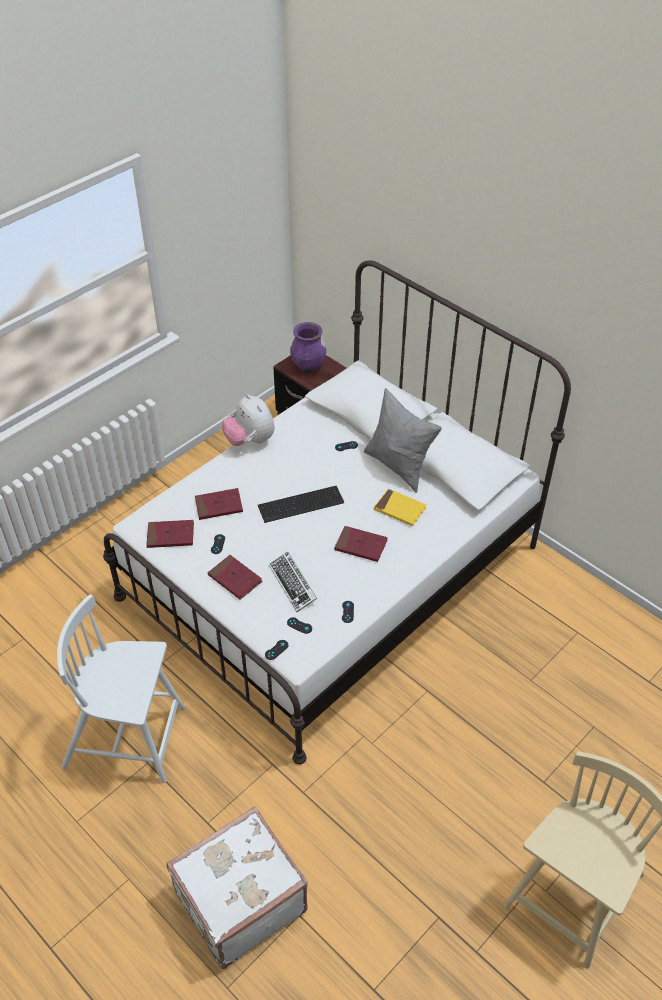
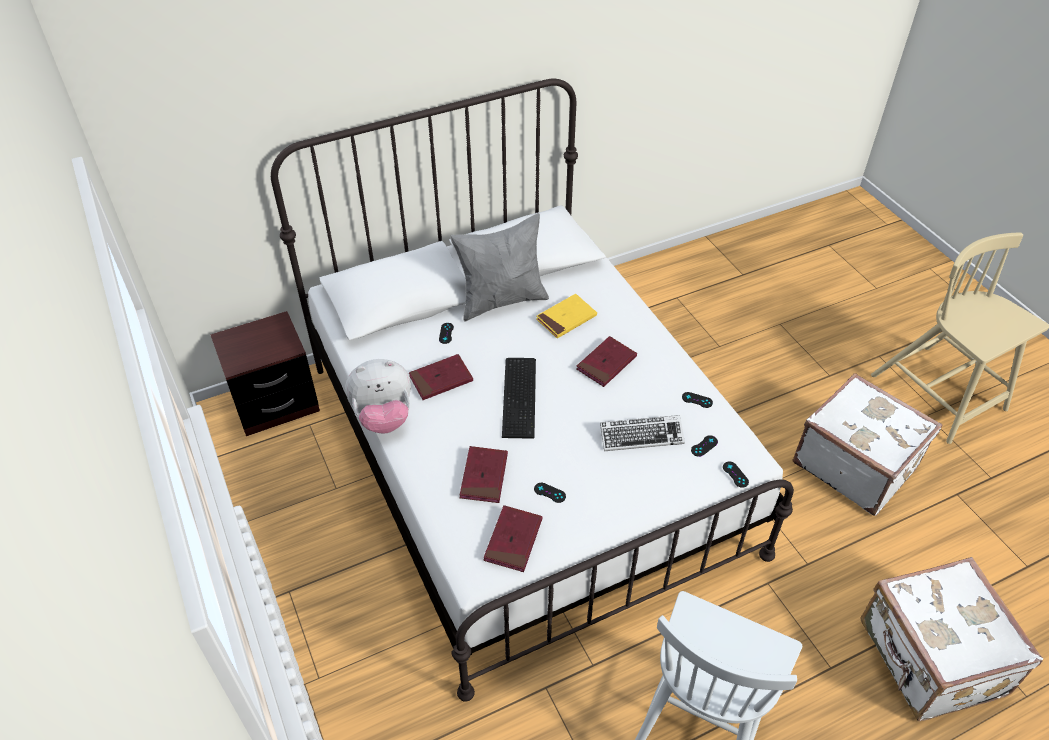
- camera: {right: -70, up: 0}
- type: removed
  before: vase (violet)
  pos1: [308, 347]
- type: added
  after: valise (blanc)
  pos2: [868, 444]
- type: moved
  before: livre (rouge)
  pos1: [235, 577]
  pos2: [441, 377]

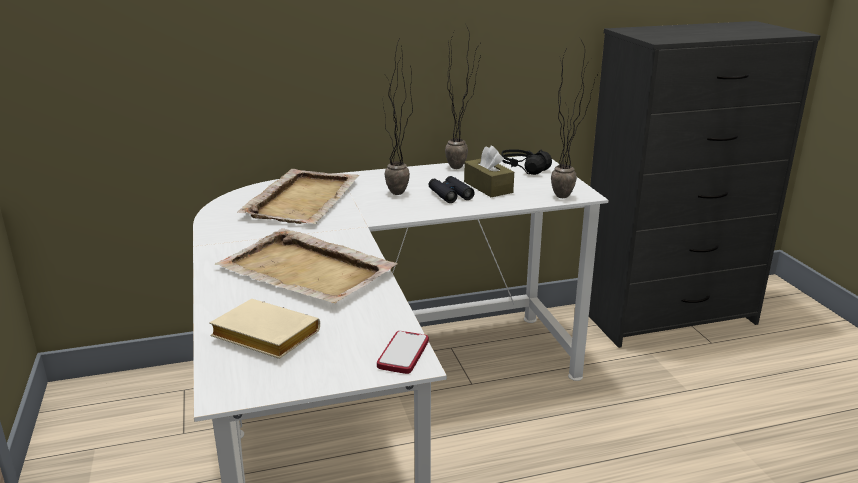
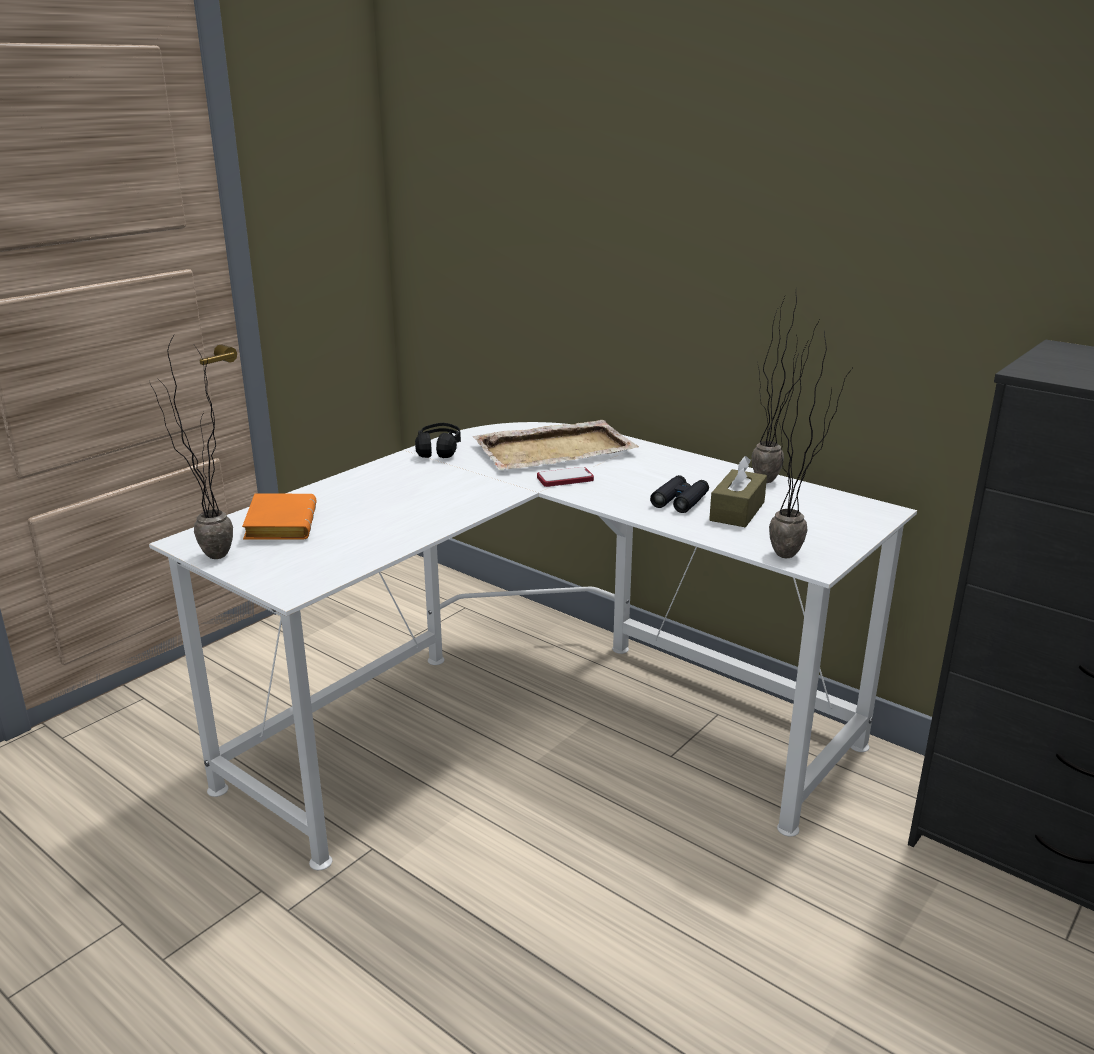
- camera: {right: 55, up: 0}
- type: removed
  before: plateau (beige)
  pos1: [306, 265]
- type: moved
  before: téléphone
  pos1: [403, 352]
  pos2: [565, 477]
- type: moved
  before: plante en pot
  pos1: [398, 119]
  pos2: [191, 446]
- type: moved
  before: casque audio (noir)
  pos1: [526, 162]
  pos2: [438, 440]
- type: recoloured
  before: livre (beige)
  after: livre (orange)
  pos1: [264, 329]
  pos2: [279, 516]

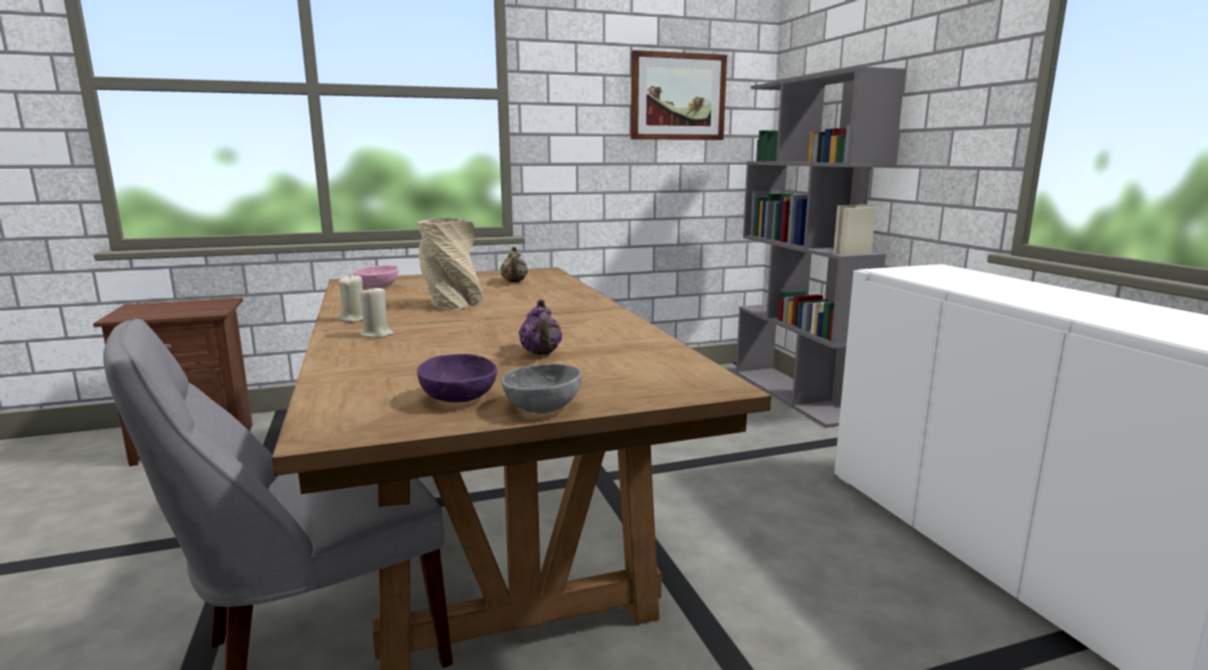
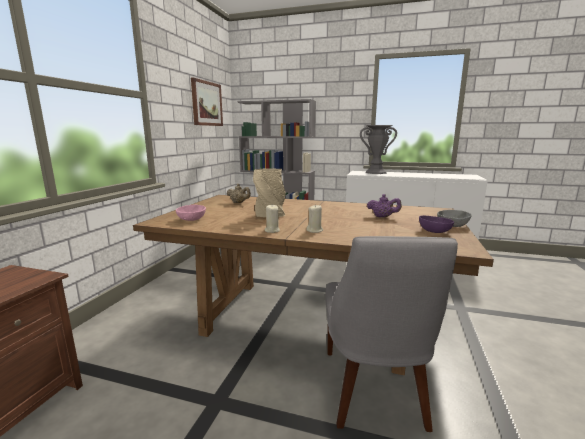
- camera: {right: -55, up: 0}
- type: added
  after: vase (gris)
  pos2: [378, 149]

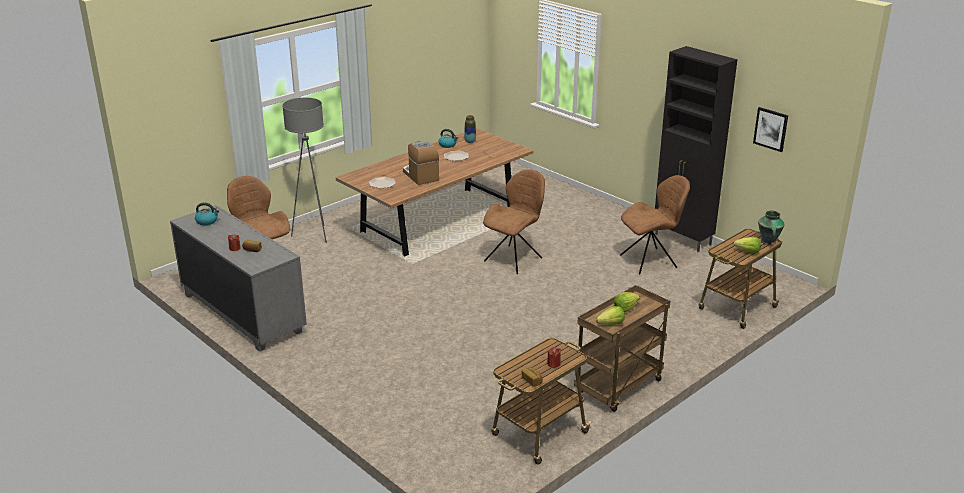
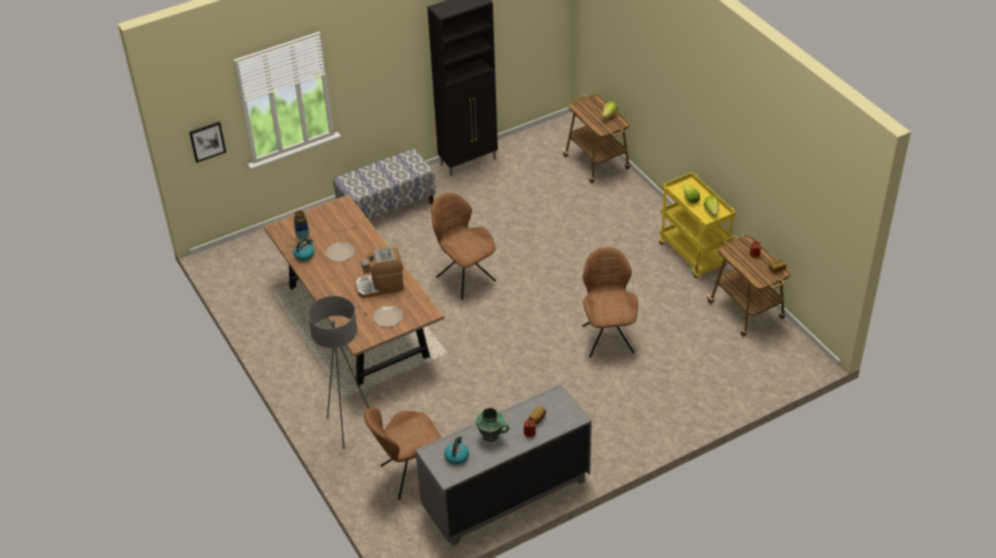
- camera: {right: -75, up: 15}
- type: added
  after: banc
  pos2: [384, 183]
- type: moved
  before: chaise (marron)
  pos1: [655, 225]
  pos2: [610, 302]
- type: moved
  before: tableau
  pos1: [770, 129]
  pos2: [207, 142]
- type: moved
  before: vase
  pos1: [771, 227]
  pos2: [492, 425]
- type: recoloured
  before: chariot (marron)
  after: chariot (jaune)
  pos1: [622, 348]
  pos2: [697, 225]

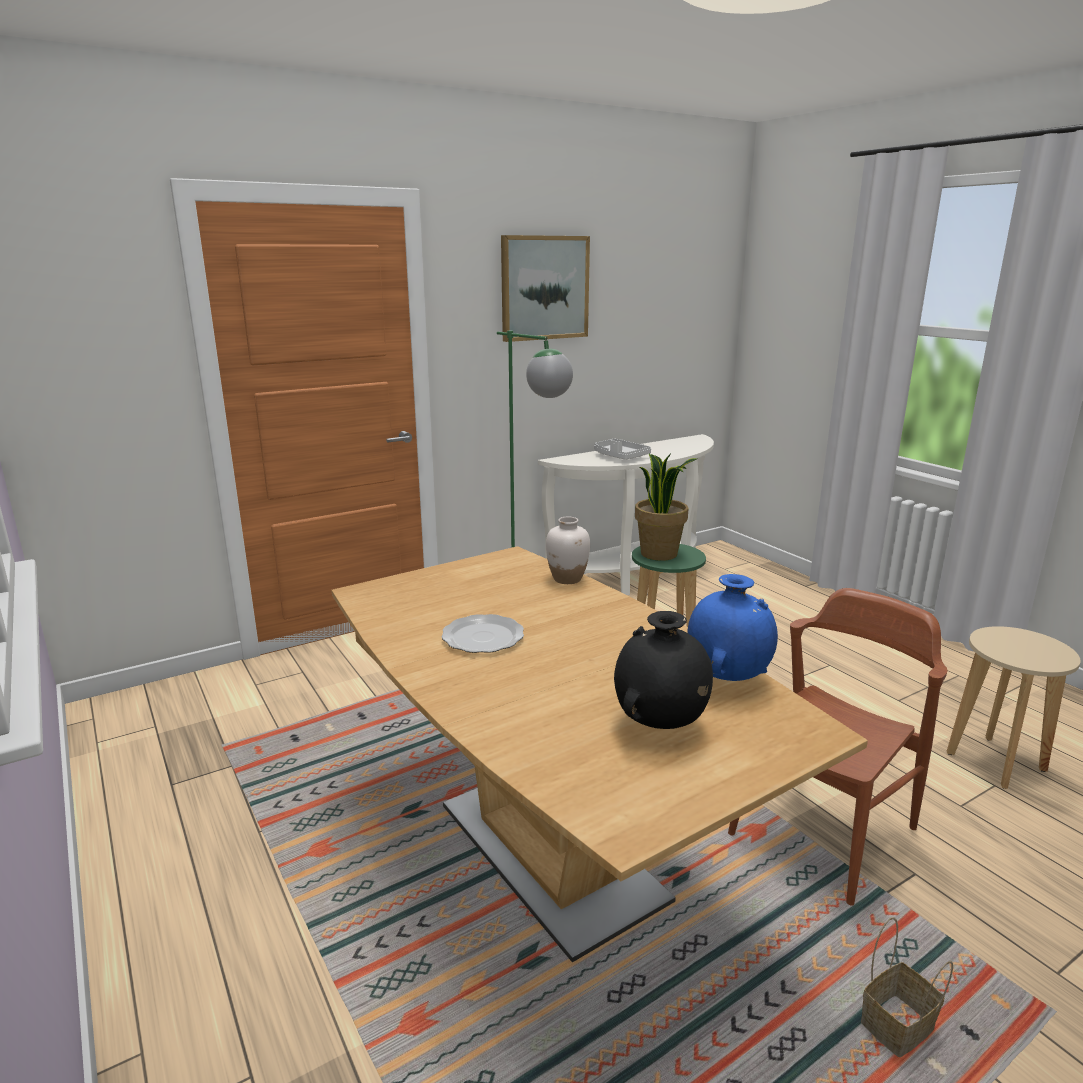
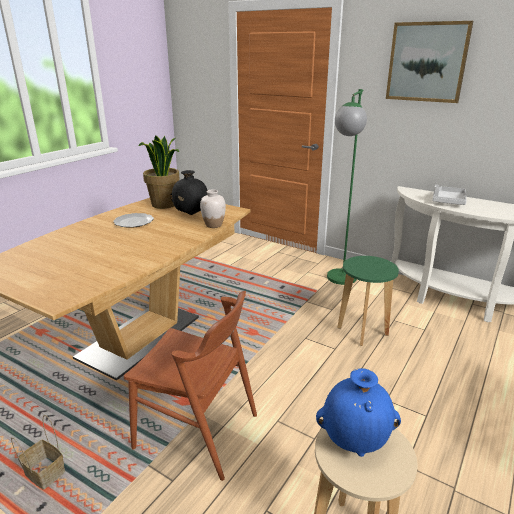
- camera: {right: 65, up: 5}
- type: moved
  before: vase (noir)
  pos1: [663, 670]
  pos2: [188, 192]
- type: moved
  before: plante en pot
  pos1: [666, 507]
  pos2: [159, 172]
- type: moved
  before: vase (bleu)
  pos1: [732, 627]
  pos2: [358, 412]

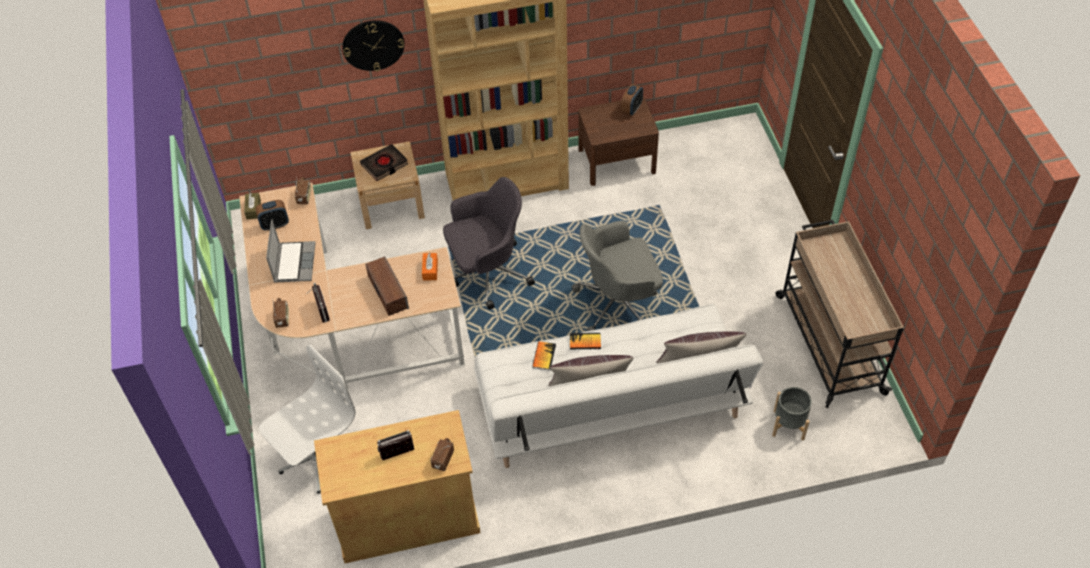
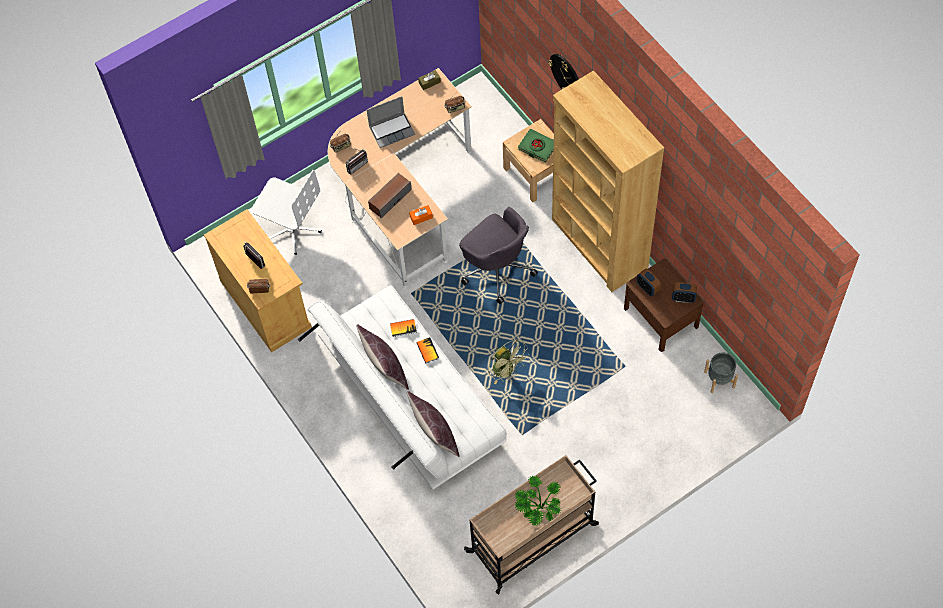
- camera: {right: 70, up: 10}
- type: added
  after: plante en pot
  pos2: [538, 500]
- type: moved
  before: réveil
  pos1: [272, 215]
  pos2: [648, 282]
- type: moved
  before: cache-pot (gris)
  pos1: [792, 413]
  pos2: [721, 372]
- type: replaced
  before: chaise de bureau (gris)
  after: ventilateur (vert)
  pos1: [617, 276]
  pos2: [509, 362]
- type: recoloured
  before: livre (noir)
  after: livre (vert)
  pos1: [384, 162]
  pos2: [536, 146]

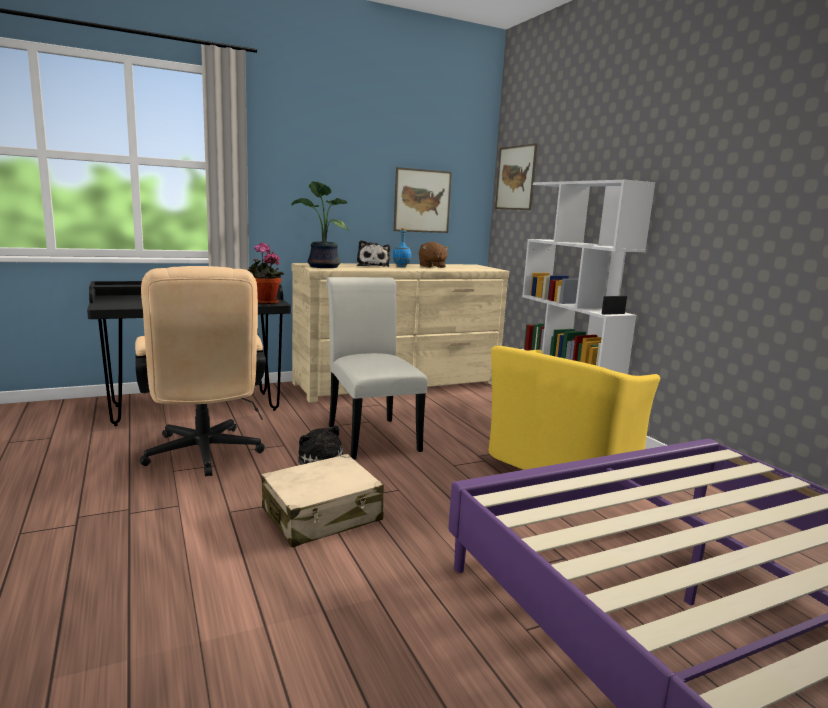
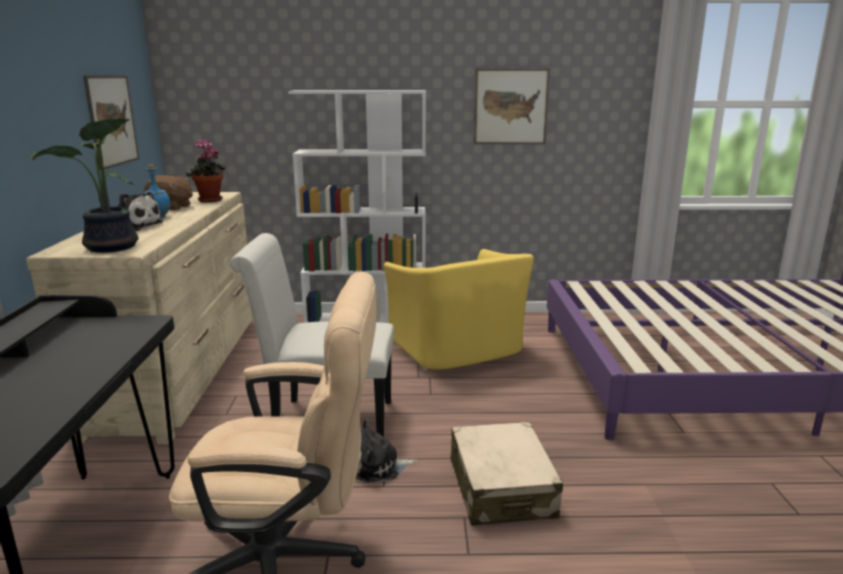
- camera: {right: -65, up: 5}
- type: moved
  before: plante en pot
  pos1: [266, 273]
  pos2: [206, 170]
- type: moved
  before: tableau
  pos1: [516, 176]
  pos2: [512, 106]

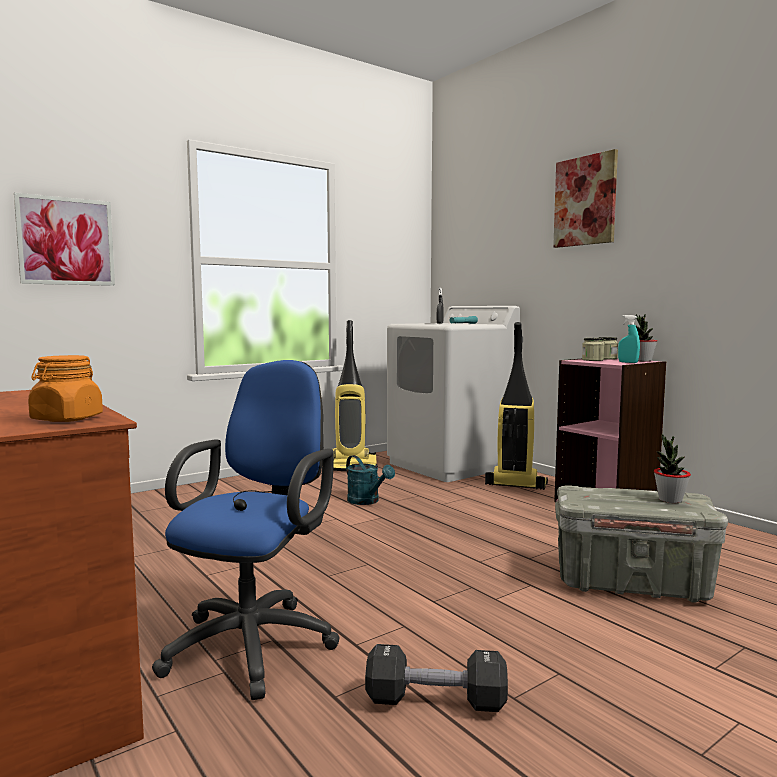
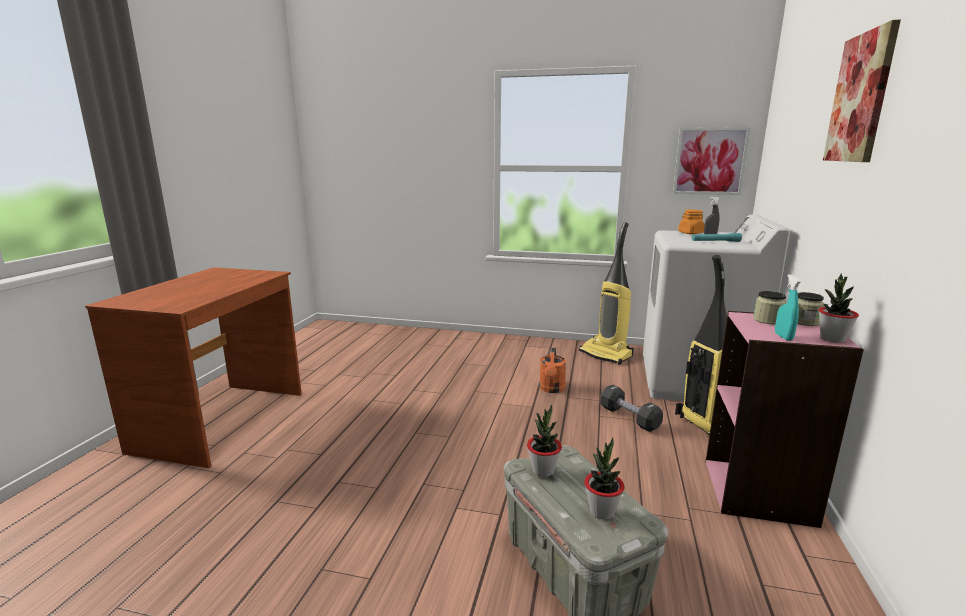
- camera: {right: 50, up: 10}
- type: removed
  before: chaise de bureau (bleu)
  pos1: [245, 530]
- type: added
  after: plante en pot
  pos2: [544, 441]
- type: moved
  before: tableau
  pos1: [64, 239]
  pos2: [711, 161]
- type: moved
  before: bocal (orange)
  pos1: [65, 388]
  pos2: [691, 222]
- type: moved
  before: haltère (noir)
  pos1: [436, 678]
  pos2: [631, 408]
- type: recoloured
  before: arrosoir (turquoise)
  after: arrosoir (orange)
  pos1: [370, 480]
  pos2: [552, 370]

